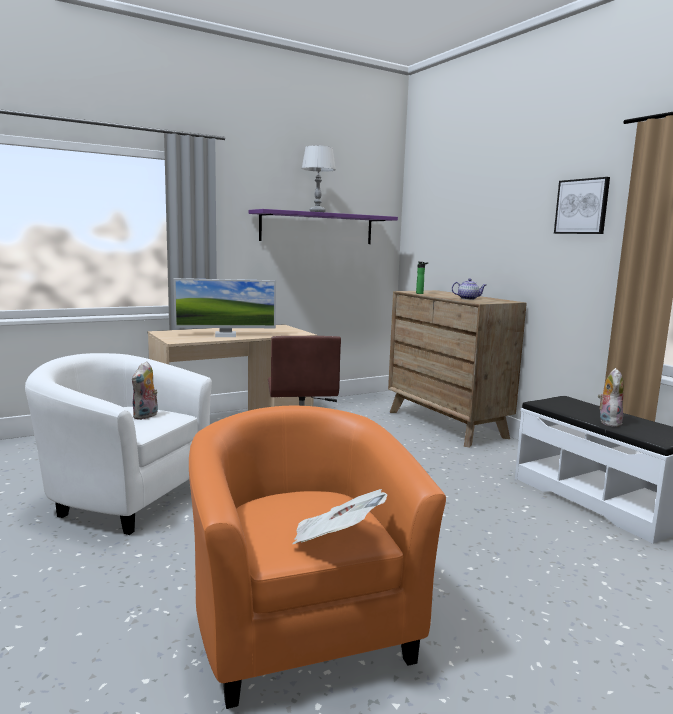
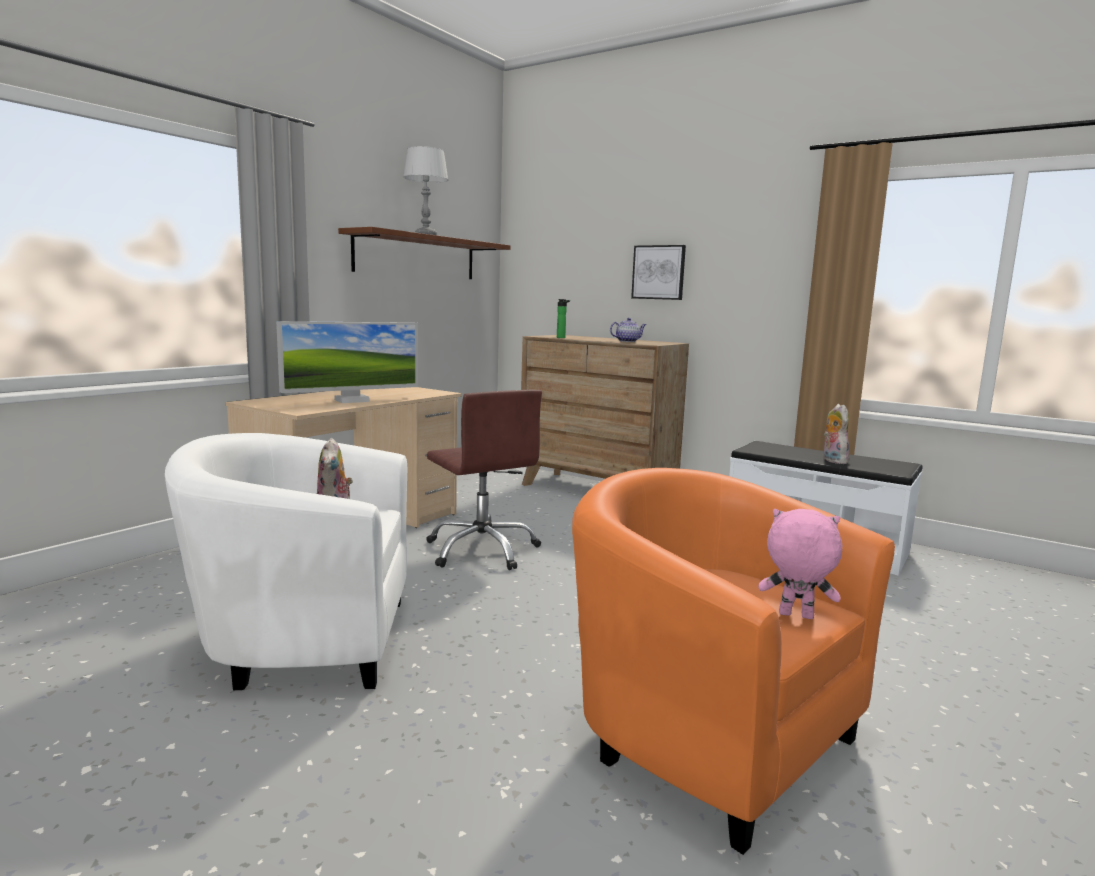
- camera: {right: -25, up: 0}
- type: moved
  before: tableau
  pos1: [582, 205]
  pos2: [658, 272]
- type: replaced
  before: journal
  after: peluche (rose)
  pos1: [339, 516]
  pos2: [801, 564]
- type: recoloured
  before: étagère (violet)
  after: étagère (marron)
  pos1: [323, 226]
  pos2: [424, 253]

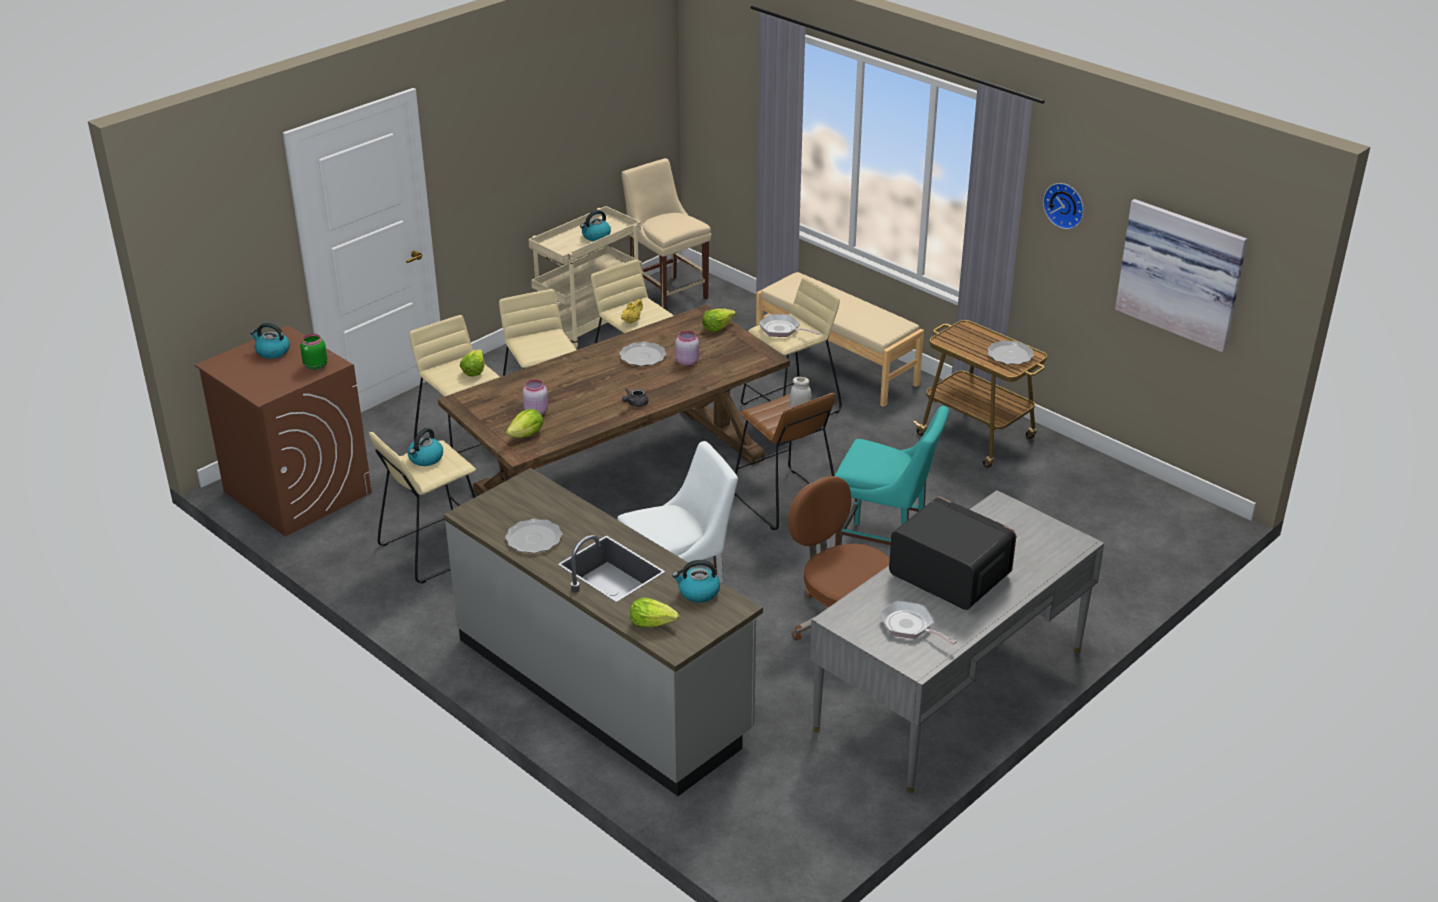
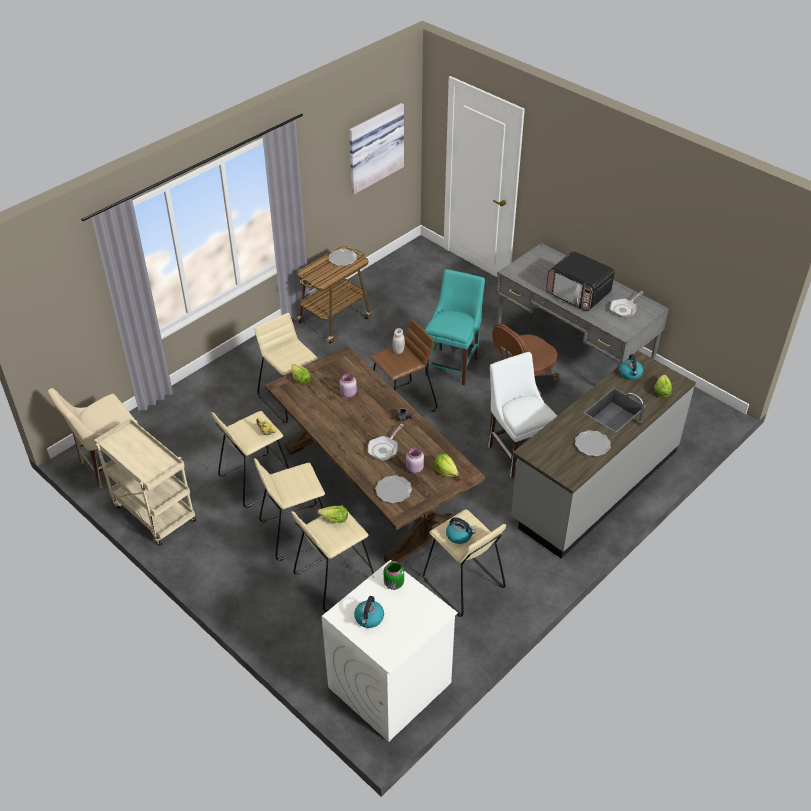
- camera: {right: -90, up: 10}
- type: removed
  before: bouilloire
  pos1: [595, 225]
- type: removed
  before: banc (beige)
  pos1: [840, 339]
- type: removed
  before: horloge murale
  pos1: [1063, 206]
- type: moved
  before: assiette
  pos1: [642, 354]
  pos2: [393, 489]
- type: moved
  before: poêle
  pos1: [789, 325]
  pos2: [386, 442]
- type: recoloured
  before: lave-linge (marron)
  after: lave-linge (blanc)
  pos1: [283, 431]
  pos2: [390, 651]
- type: turned
  before: micro-ondes
  pos1: [952, 553]
  pos2: [580, 281]
  turn: -90

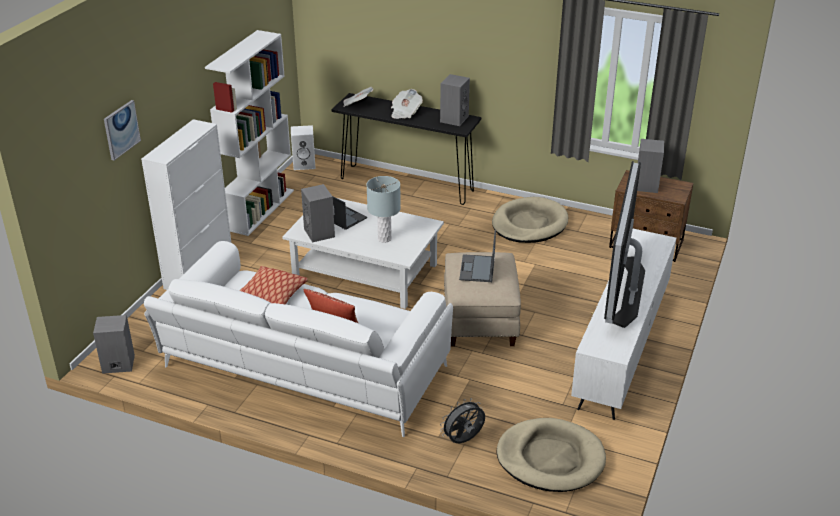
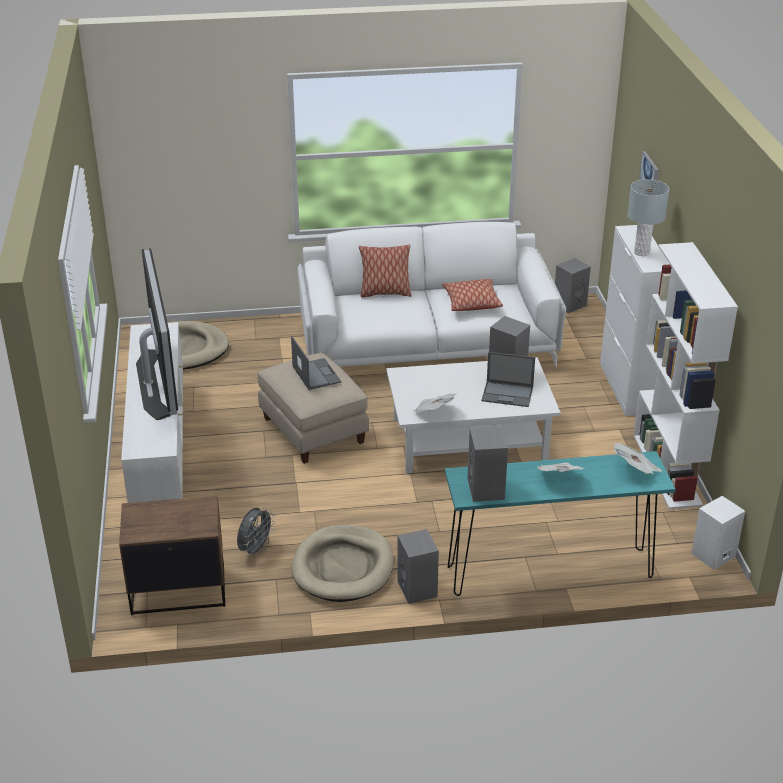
- camera: {right: 150, up: 0}
- type: added
  after: journal
  pos2: [434, 402]
- type: moved
  before: lampe de table (gris)
  pos1: [384, 209]
  pos2: [648, 217]
- type: moved
  before: ventilateur (gris)
  pos1: [462, 420]
  pos2: [256, 532]
- type: moved
  before: enceinte (gris)
  pos1: [650, 166]
  pos2: [418, 566]
- type: recoloured
  before: table console (noir)
  after: table console (turquoise)
  pos1: [406, 149]
  pos2: [560, 523]

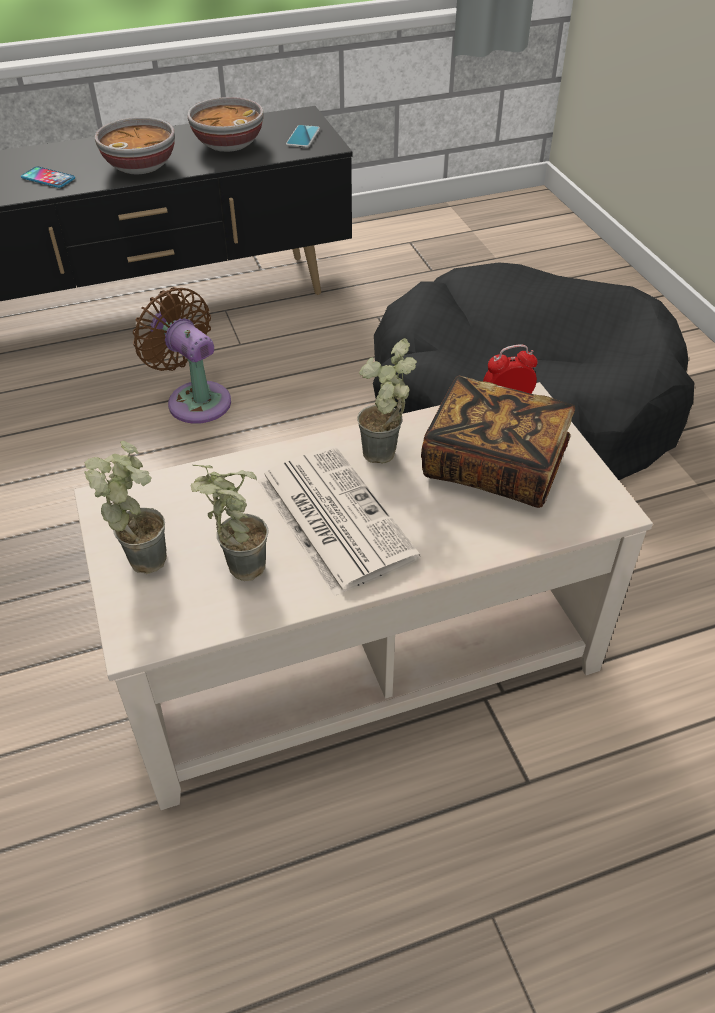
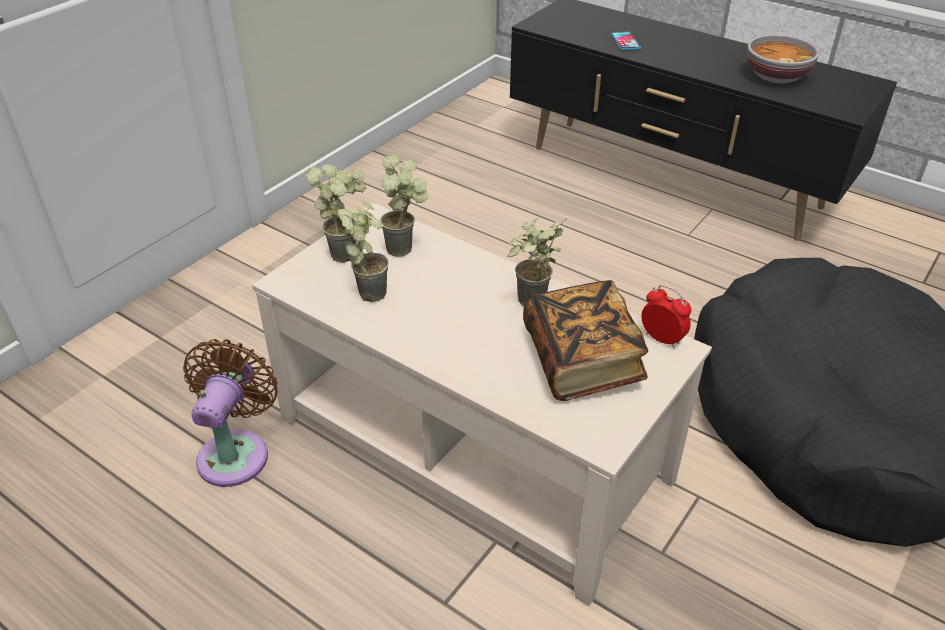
- camera: {right: 55, up: -5}
- type: removed
  before: bol
  pos1: [135, 145]
- type: removed
  before: journal
  pos1: [339, 521]
- type: removed
  before: téléphone
  pos1: [303, 136]
- type: added
  after: plante en pot
  pos2: [404, 205]
- type: moved
  before: ventilateur (marron)
  pos1: [182, 355]
  pos2: [230, 413]

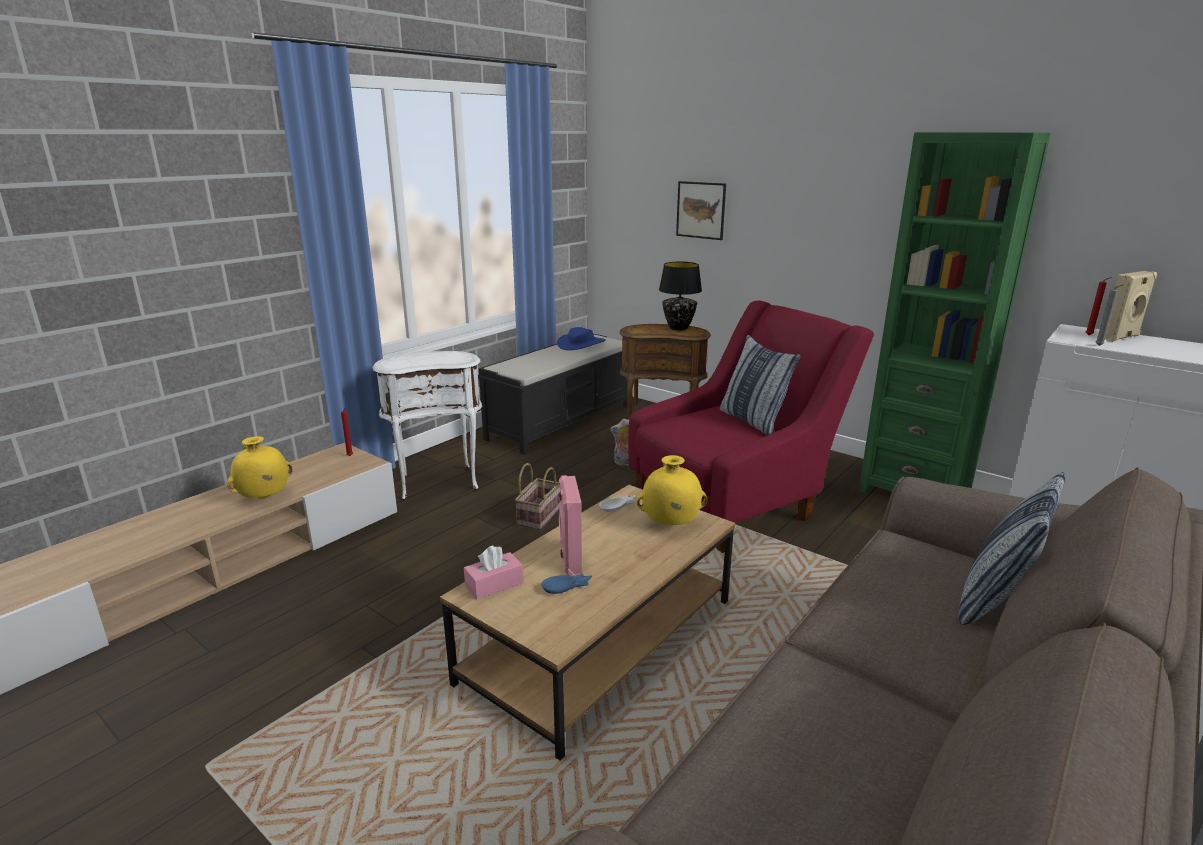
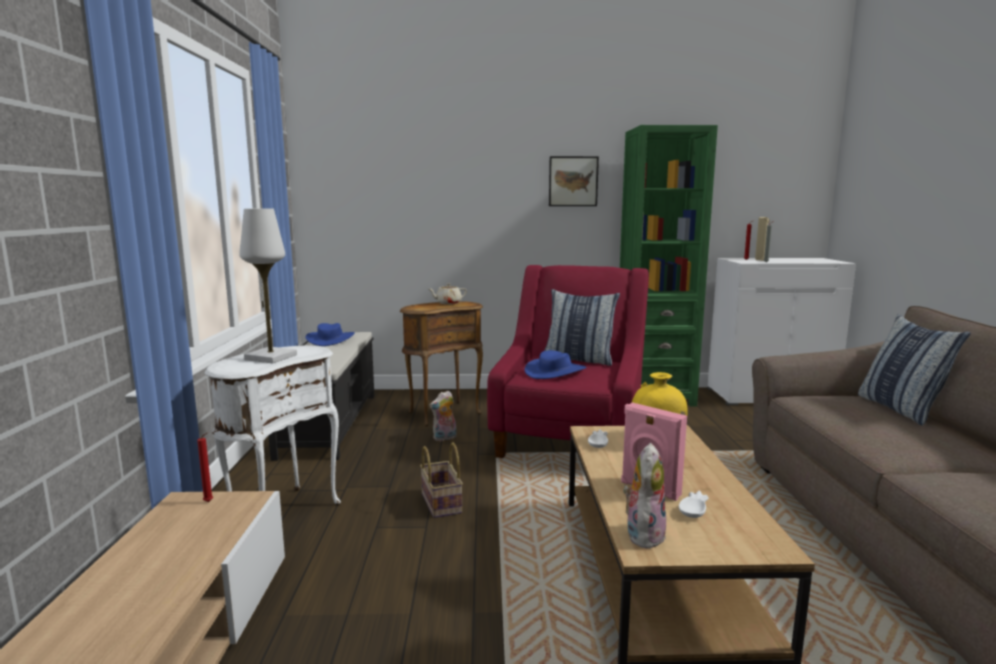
- camera: {right: -40, up: -10}
- type: removed
  before: vase (jaune)
  pos1: [260, 467]
- type: added
  after: lampe de table (blanc)
  pos2: [268, 285]
- type: added
  after: chapeau (bleu)
  pos2: [555, 364]
- type: moved
  before: tableau
  pos1: [701, 210]
  pos2: [574, 181]
- type: replaced
  before: boîte à mouchoirs (rose)
  after: peluche
  pos1: [493, 572]
  pos2: [644, 496]
- type: replaced
  before: lampe de table (noir)
  after: théière (beige)
  pos1: [680, 296]
  pos2: [447, 293]
- type: recoloured
  before: bol (bleu)
  after: bol (blanc)
  pos1: [567, 584]
  pos2: [694, 504]

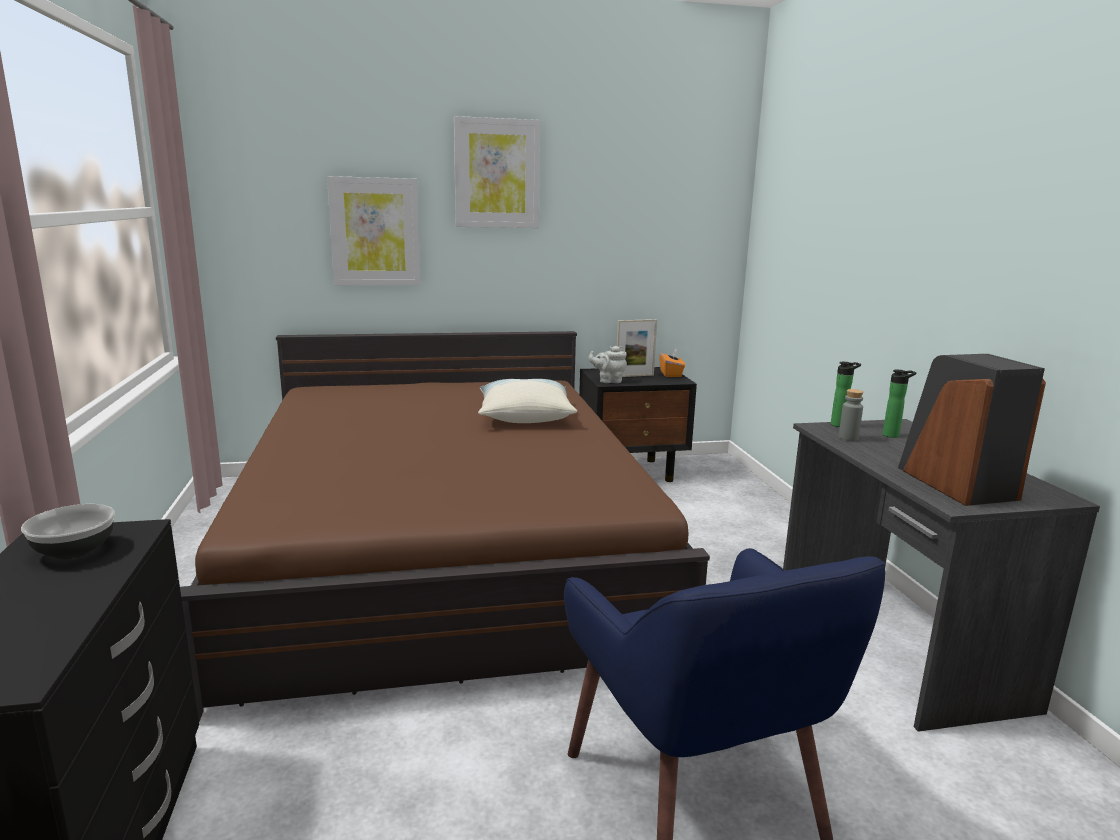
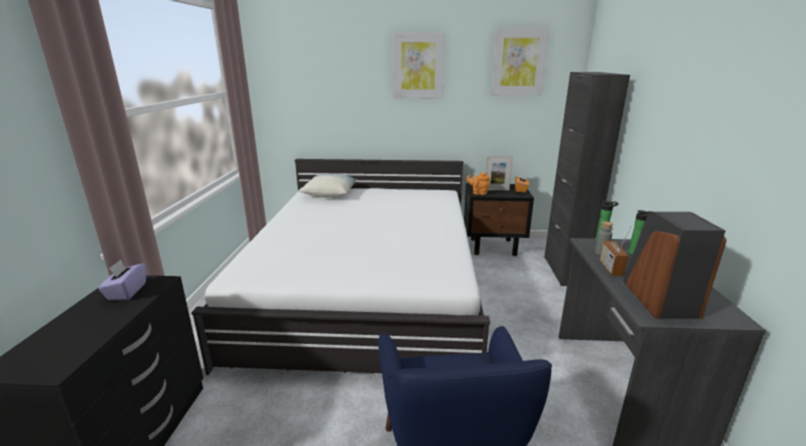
- camera: {right: 15, up: 5}
- type: added
  after: meuble de rangement (noir)
  pos2: [587, 179]
- type: added
  after: radio
  pos2: [615, 251]
- type: moved
  before: tableau
  pos1: [373, 231]
  pos2: [520, 61]
- type: moved
  before: coussin
  pos1: [527, 401]
  pos2: [328, 185]
- type: replaced
  before: bol
  after: boîte à mouchoirs (violet)
  pos1: [68, 531]
  pos2: [122, 280]
- type: recoloured
  before: lit (marron)
  after: lit (blanc)
  pos1: [445, 526]
  pos2: [340, 267]
- type: recoloured
  before: théière (gris)
  after: théière (orange)
  pos1: [608, 364]
  pos2: [478, 183]

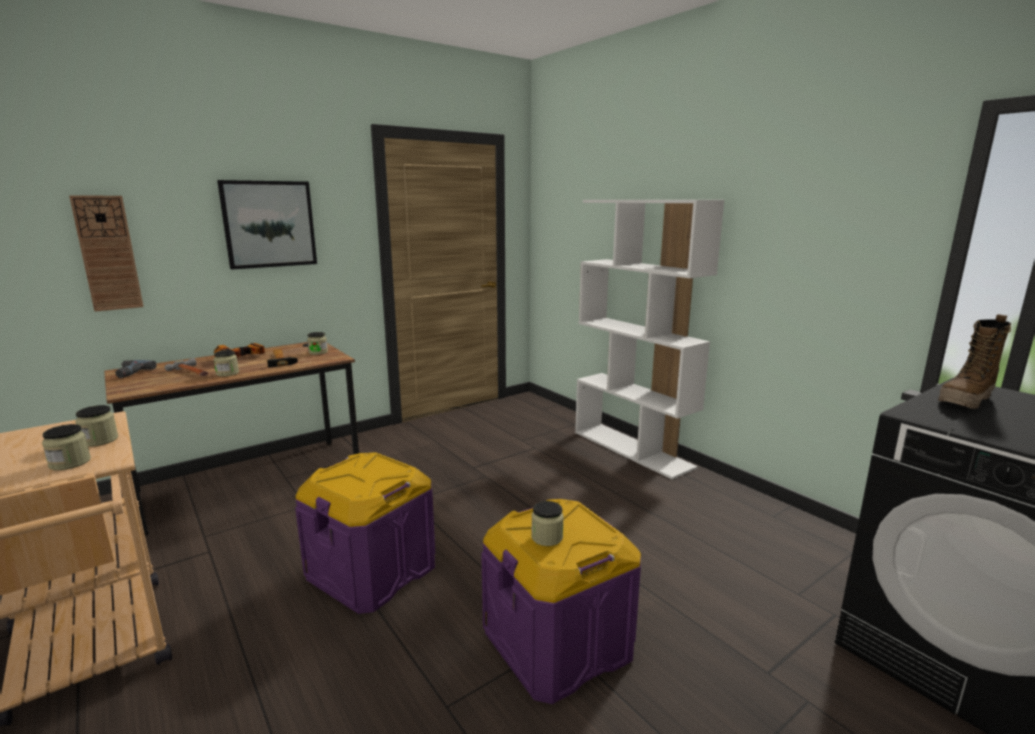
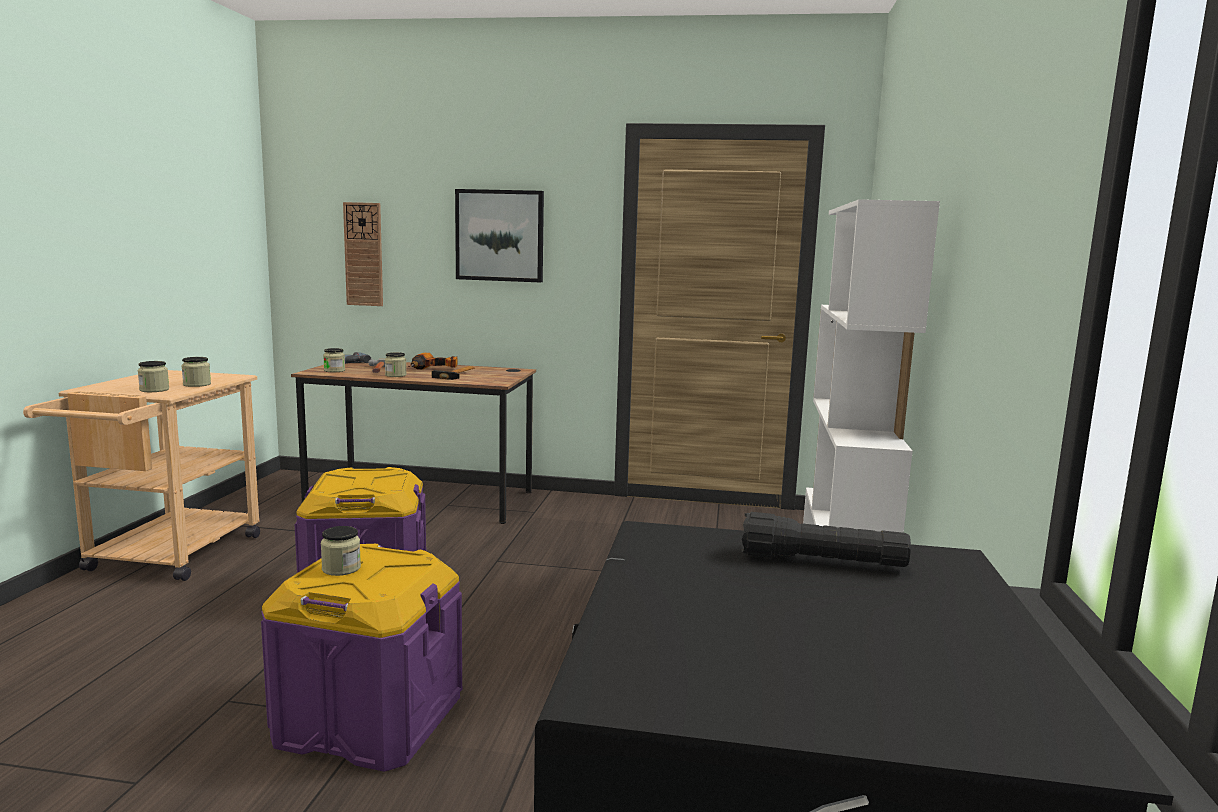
- camera: {right: 45, up: -5}
- type: moved
  before: bocal
  pos1: [317, 343]
  pos2: [334, 360]
- type: replaced
  before: botte
  after: lampe de poche (noir)
  pos1: [974, 361]
  pos2: [826, 539]

